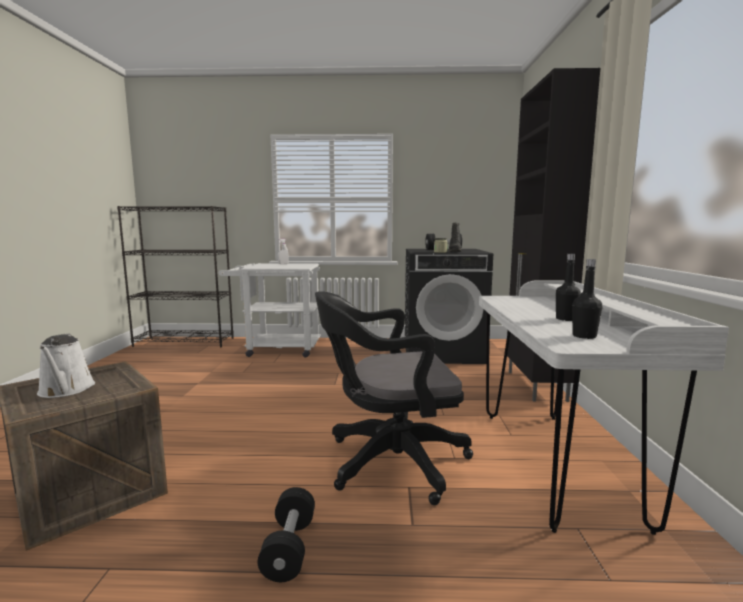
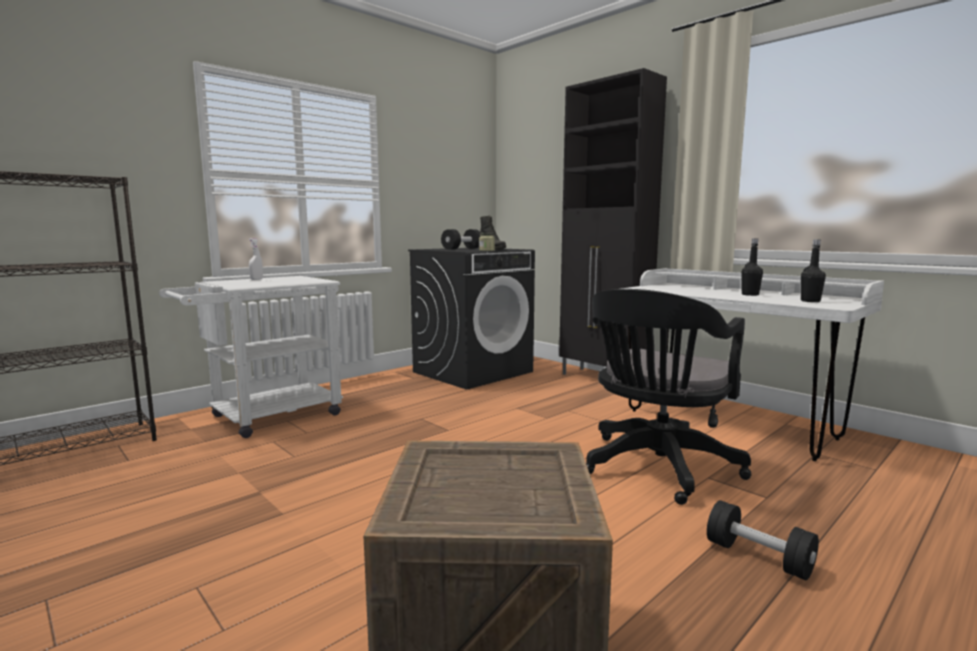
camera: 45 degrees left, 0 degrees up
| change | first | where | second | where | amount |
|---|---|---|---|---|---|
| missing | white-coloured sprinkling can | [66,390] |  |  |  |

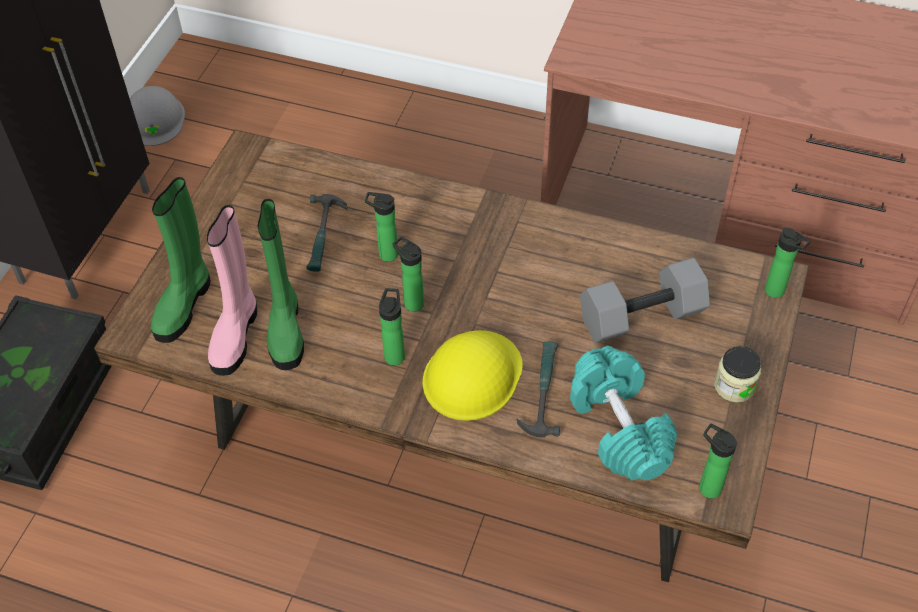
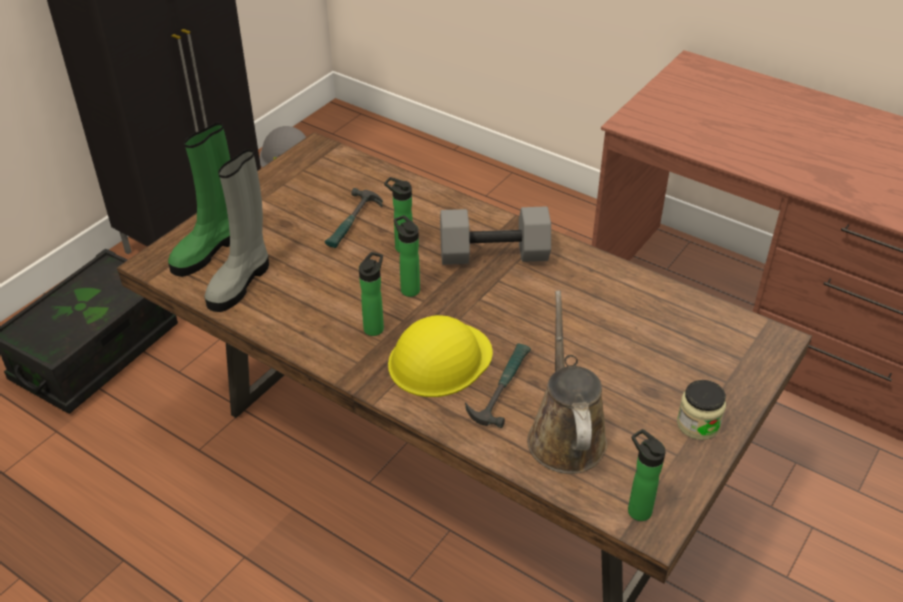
camera: 15 degrees right, 10 degrees down
| change | first | where | second | where | amount |
|---|---|---|---|---|---|
| colour | pink-coloured tall boot | [236,335] | gray tall boot | [240,282] |  |
| relocated | gray hand weight | [642,314] |  | [495,253] |  |
| exchanged | turquoise-coloured hand weight | [618,427] | brown-coloured sprinkling can | [565,434] |  |
| missing | green-coloured tall boot | [286,329] |  |  |  |
| missing | bottle | [777,292] |  |  |  |

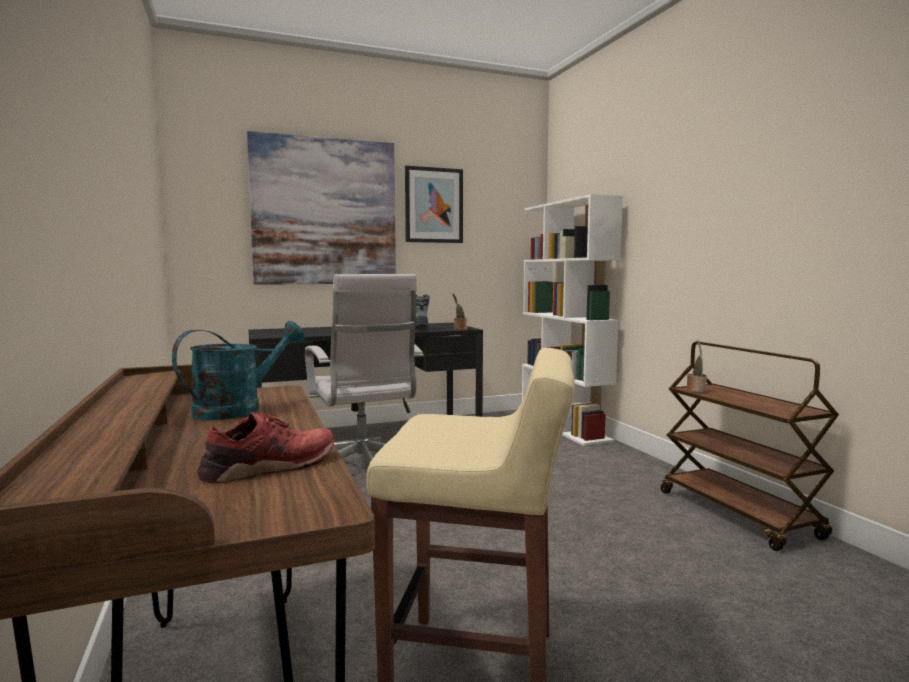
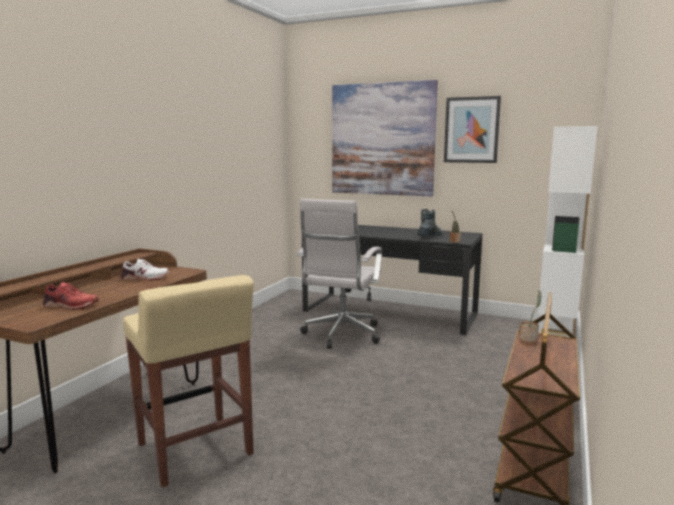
camera: 45 degrees right, 5 degrees up
| change | first | where | second | where | amount |
|---|---|---|---|---|---|
| exchanged | turquoise-coloured sprinkling can | [238,409] | white-coloured item of footwear | [144,278] |  |

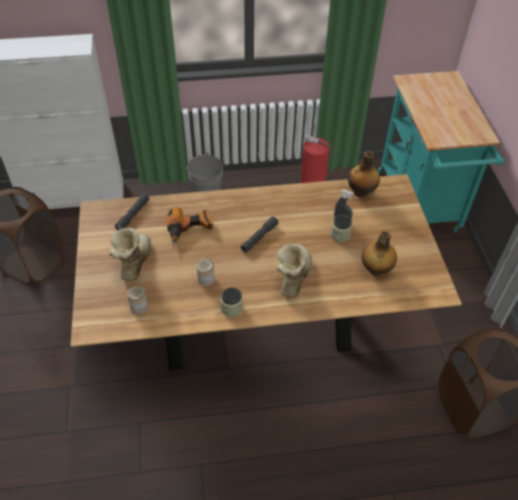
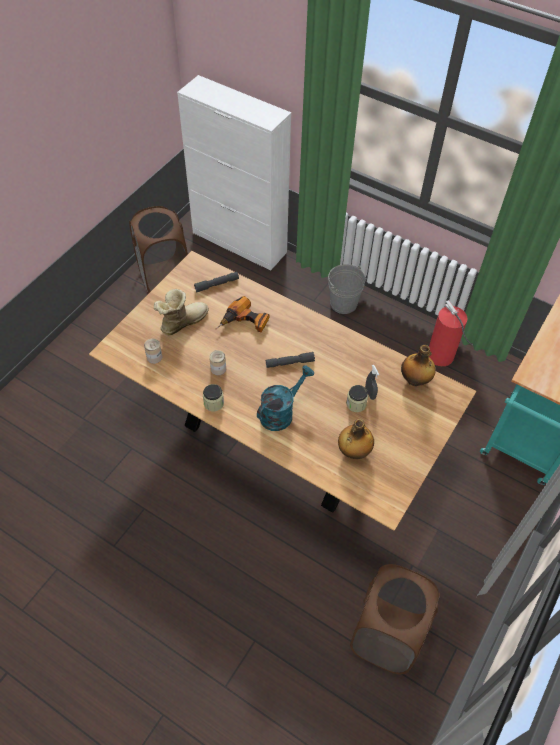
camera: 40 degrees right, 5 degrees up
| change | first | where | second | where | amount |
|---|---|---|---|---|---|
| exchanged | tall boot | [293,278] | turquoise-coloured sprinkling can | [281,412] |  |

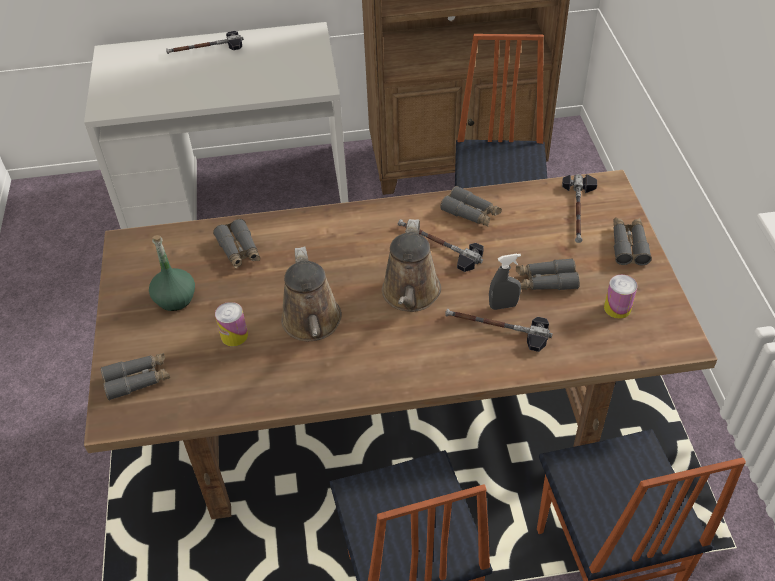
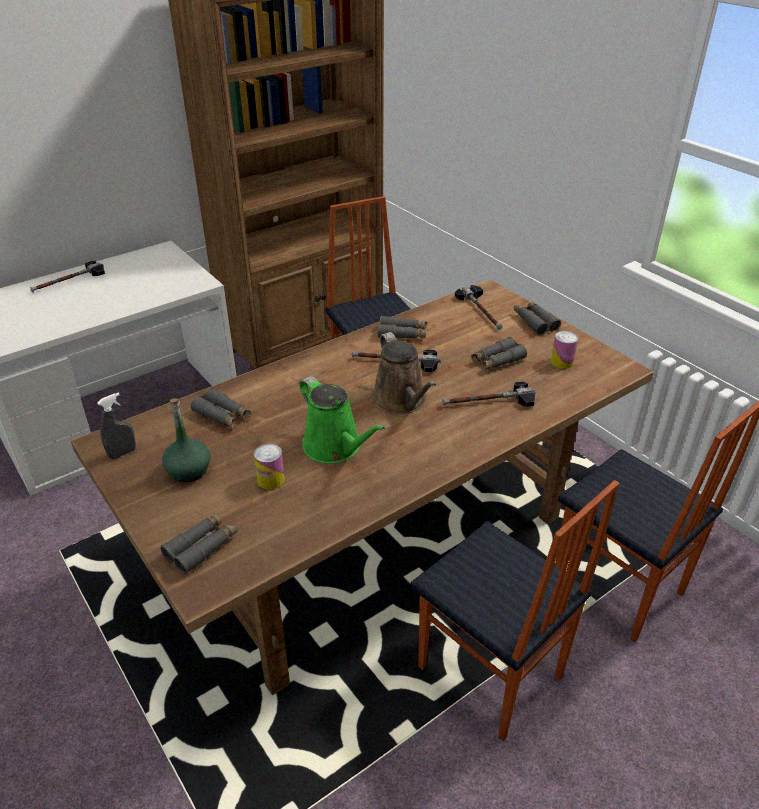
camera: 30 degrees left, 10 degrees down
| change | first | where | second | where | amount |
|---|---|---|---|---|---|
| relocated | gray hand sprayer | [503,305] |  | [122,453] |  |
| colour | brown-coloured sprinkling can | [312,323] | green-coloured sprinkling can | [335,447] |  |

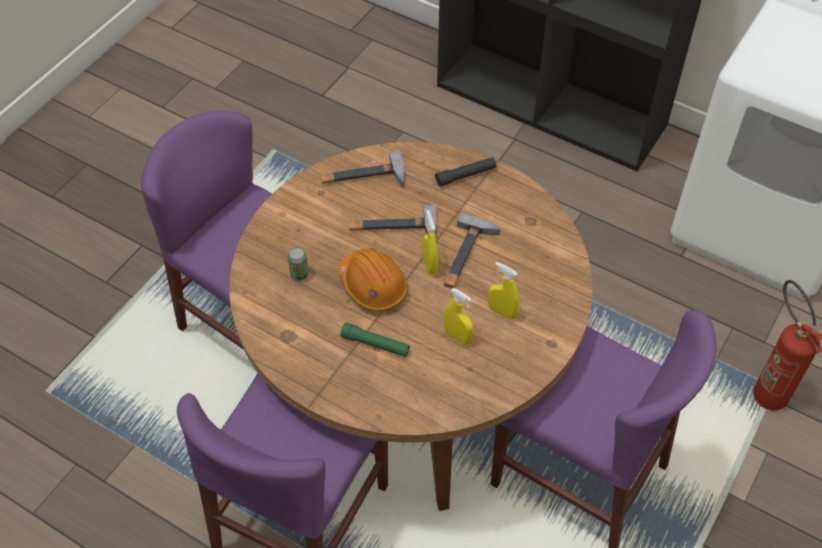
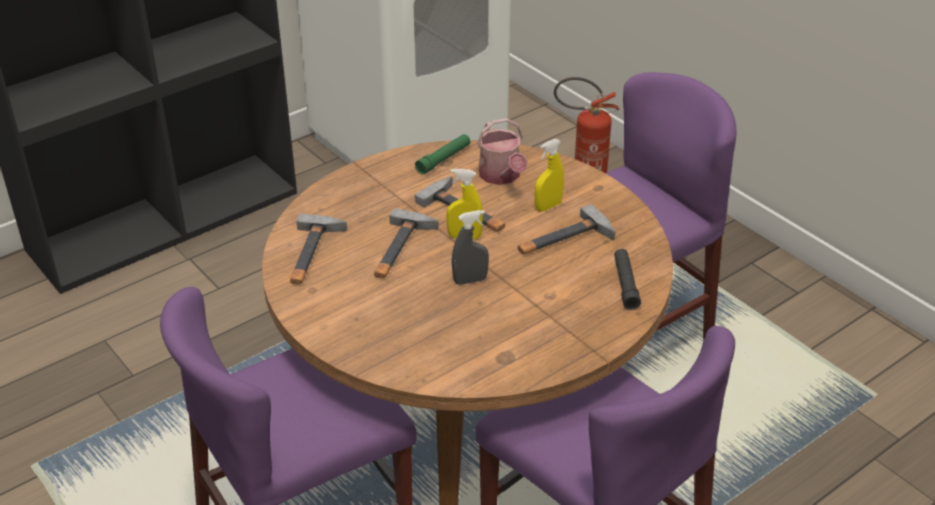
camera: 70 degrees left, 15 degrees down
| change | first | where | second | where | amount |
|---|---|---|---|---|---|
| relocated | green-coloured torch | [375,344] |  | [443,159] |  |
| exchanged | orange-coloured work helmet | [373,286] | gray hand sprayer | [470,280] |  |
| appeared |  |  | sprinkling can | [501,176] |  |
| exchanged | yellow-coloured hand sprayer | [457,337] | hand hammer | [564,240] |  |
| relocated | blackish torch | [466,175] |  | [625,284] |  |
| missing | metal can | [299,274] |  |  |  |

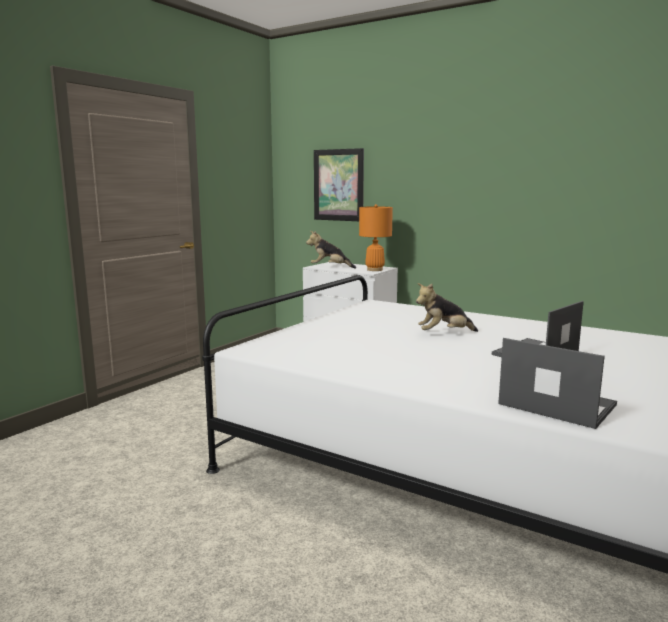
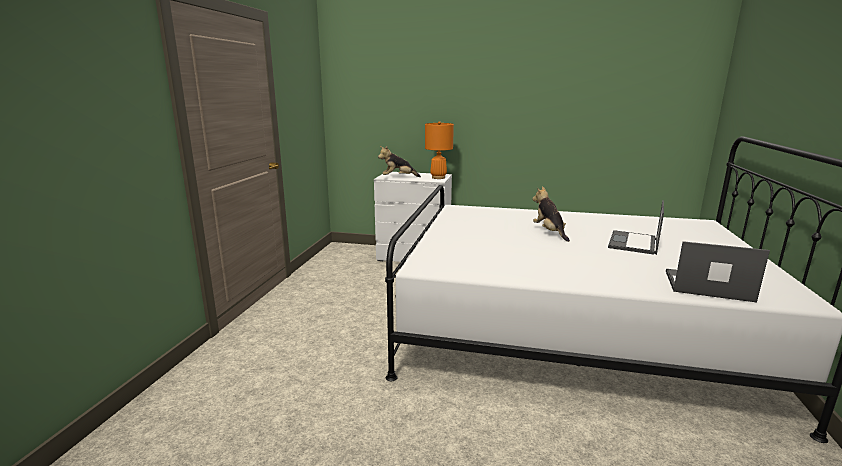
camera: 20 degrees left, 5 degrees up
| change | first | where | second | where | amount |
|---|---|---|---|---|---|
| spun | plush toy | [444,334] |  | [549,232] | 105 degrees clockwise |
| missing | wall art | [338,185] |  |  |  |

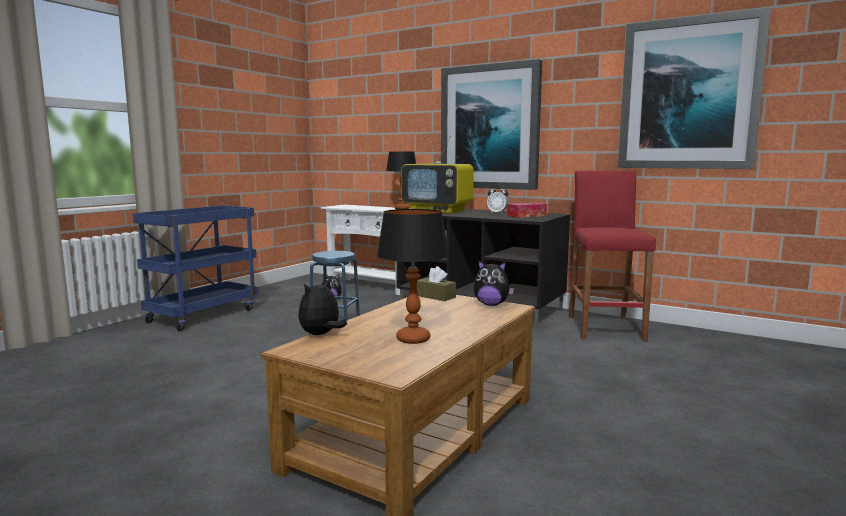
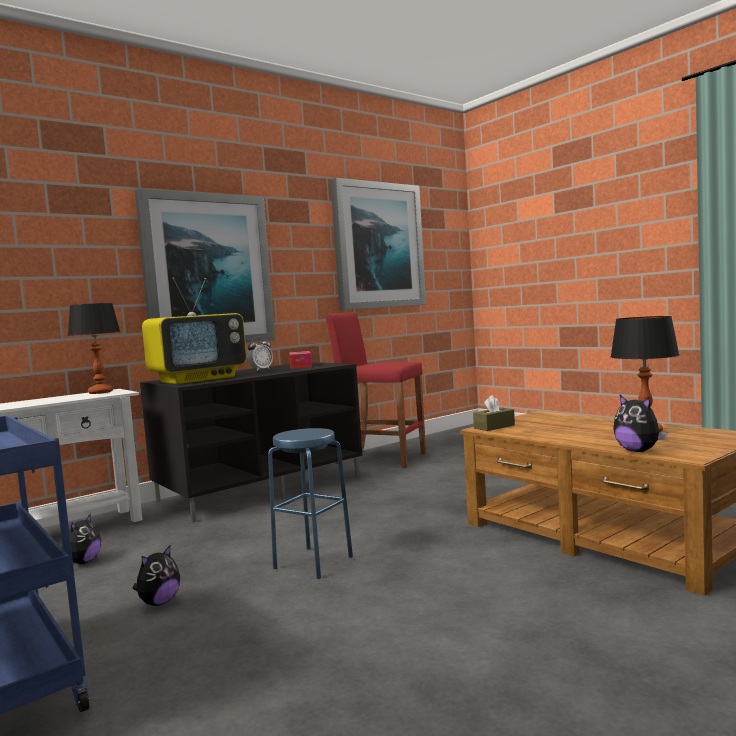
camera: 70 degrees left, 5 degrees down
| change | first | where | second | where | amount |
|---|---|---|---|---|---|
| relocated | plush toy | [491,304] |  | [159,602] |  |

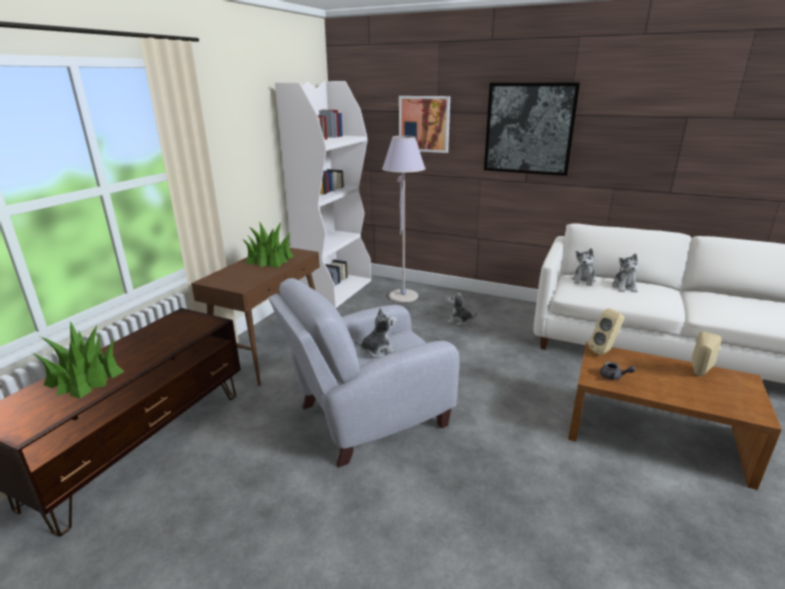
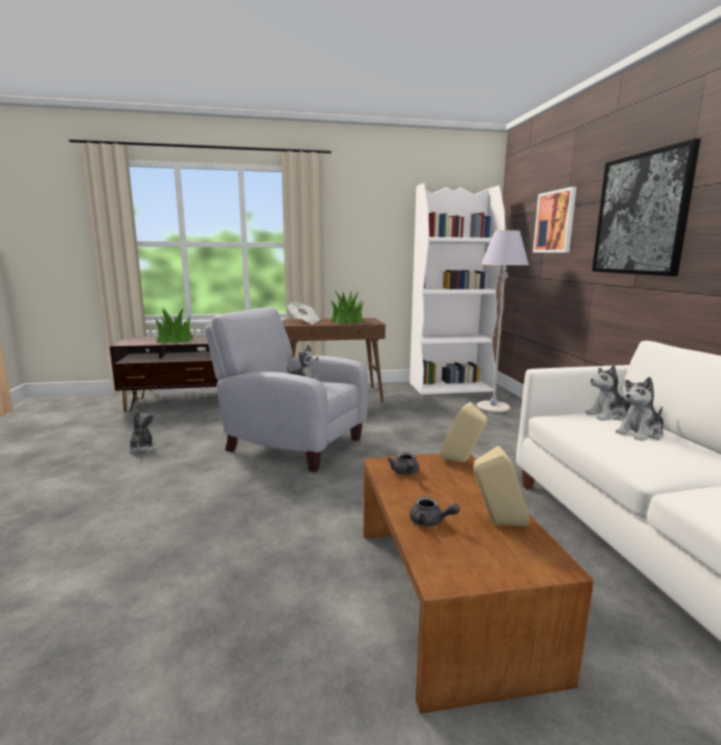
camera: 55 degrees right, 10 degrees down
| change | first | where | second | where | amount |
|---|---|---|---|---|---|
| relocated | plush toy | [459,321] |  | [142,448] |  |
| appeared |  |  | newspaper | [304,322] |  |
| appeared |  |  | gray pot for tea | [430,522] |  |

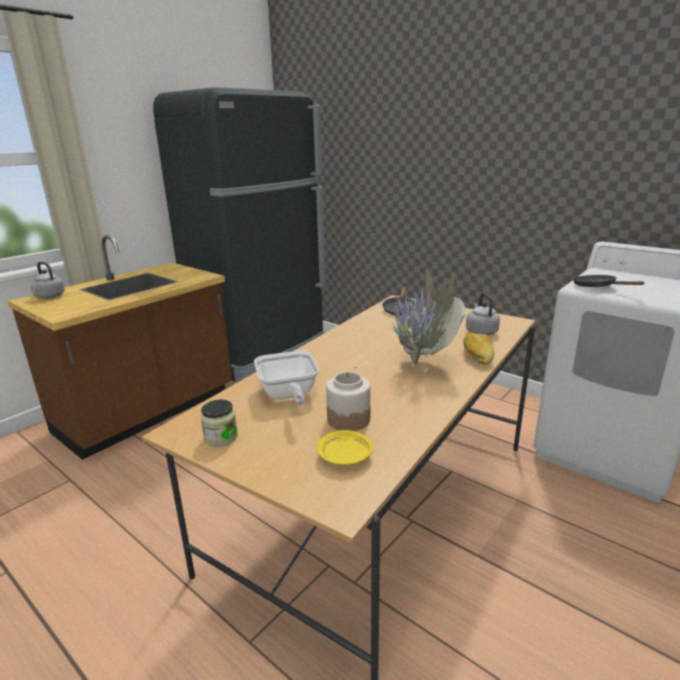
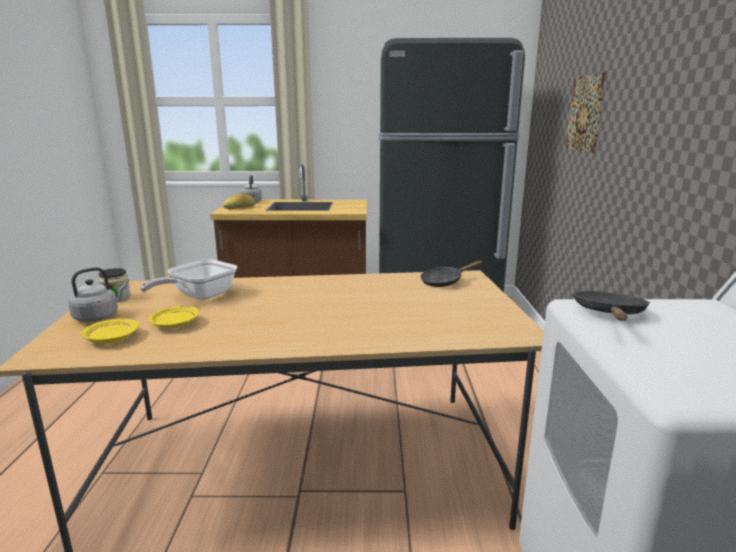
camera: 50 degrees right, 5 degrees down
| change | first | where | second | where | amount |
|---|---|---|---|---|---|
| relocated | gray kettle | [480,331] |  | [98,317] |  |
| exchanged | storage jar | [348,419] | yellow-coloured flat dish | [175,324] |  |
| relocated | bread | [477,356] |  | [240,208] |  |
| appeared |  |  | wall art | [584,113] |  |
| missing | potted plant | [421,367] |  |  |  |

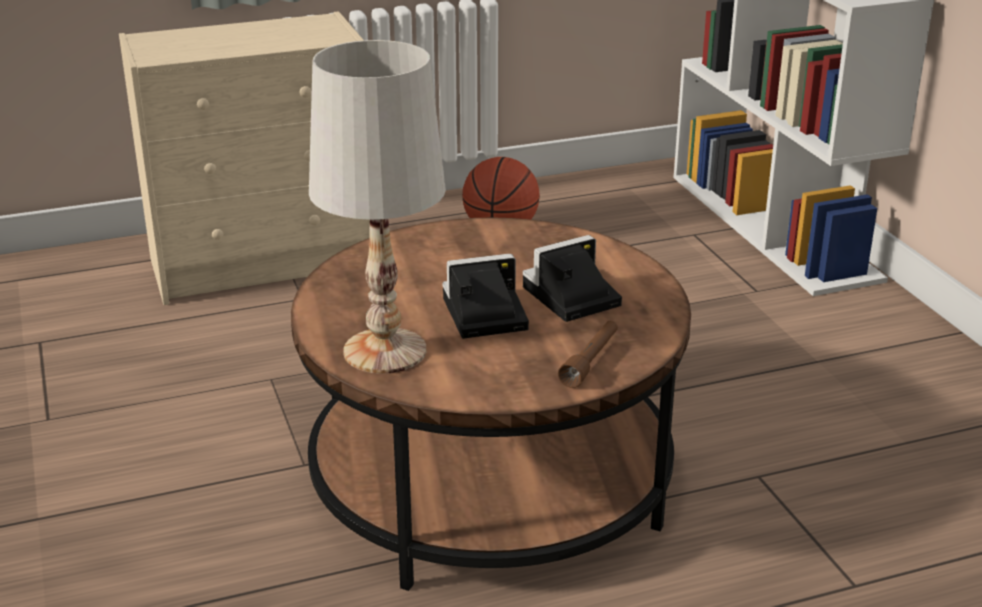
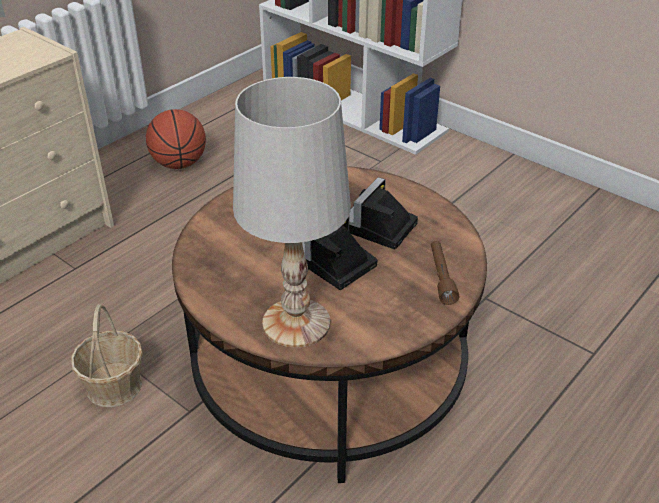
camera: 30 degrees left, 10 degrees up
| change | first | where | second | where | amount |
|---|---|---|---|---|---|
| appeared |  |  | storage basket | [114,385] |  |

